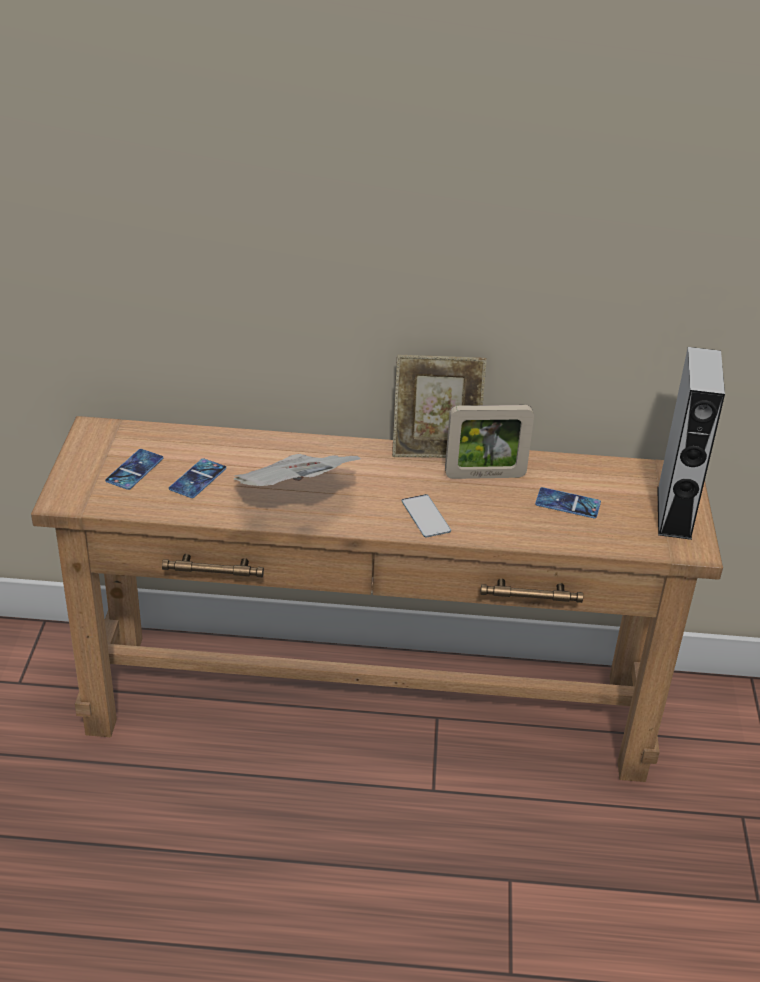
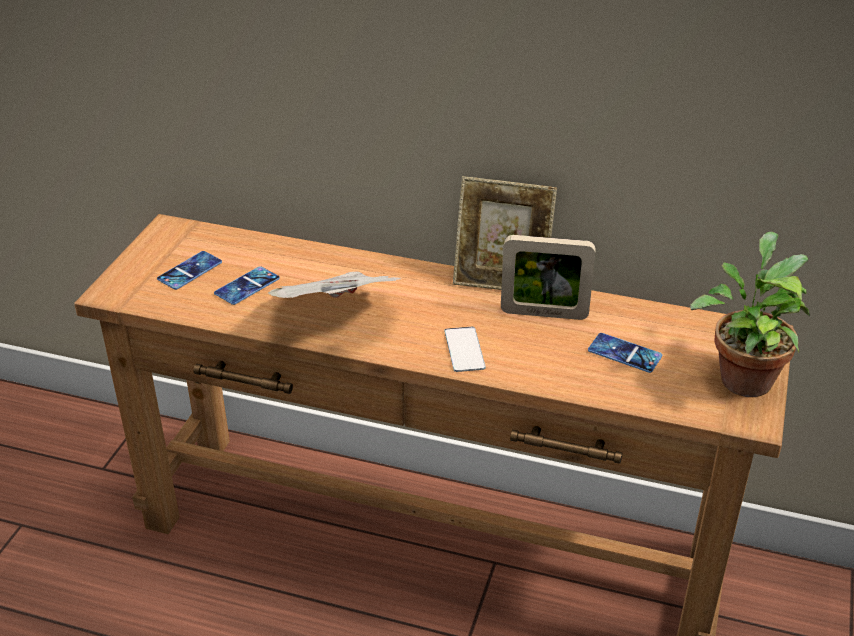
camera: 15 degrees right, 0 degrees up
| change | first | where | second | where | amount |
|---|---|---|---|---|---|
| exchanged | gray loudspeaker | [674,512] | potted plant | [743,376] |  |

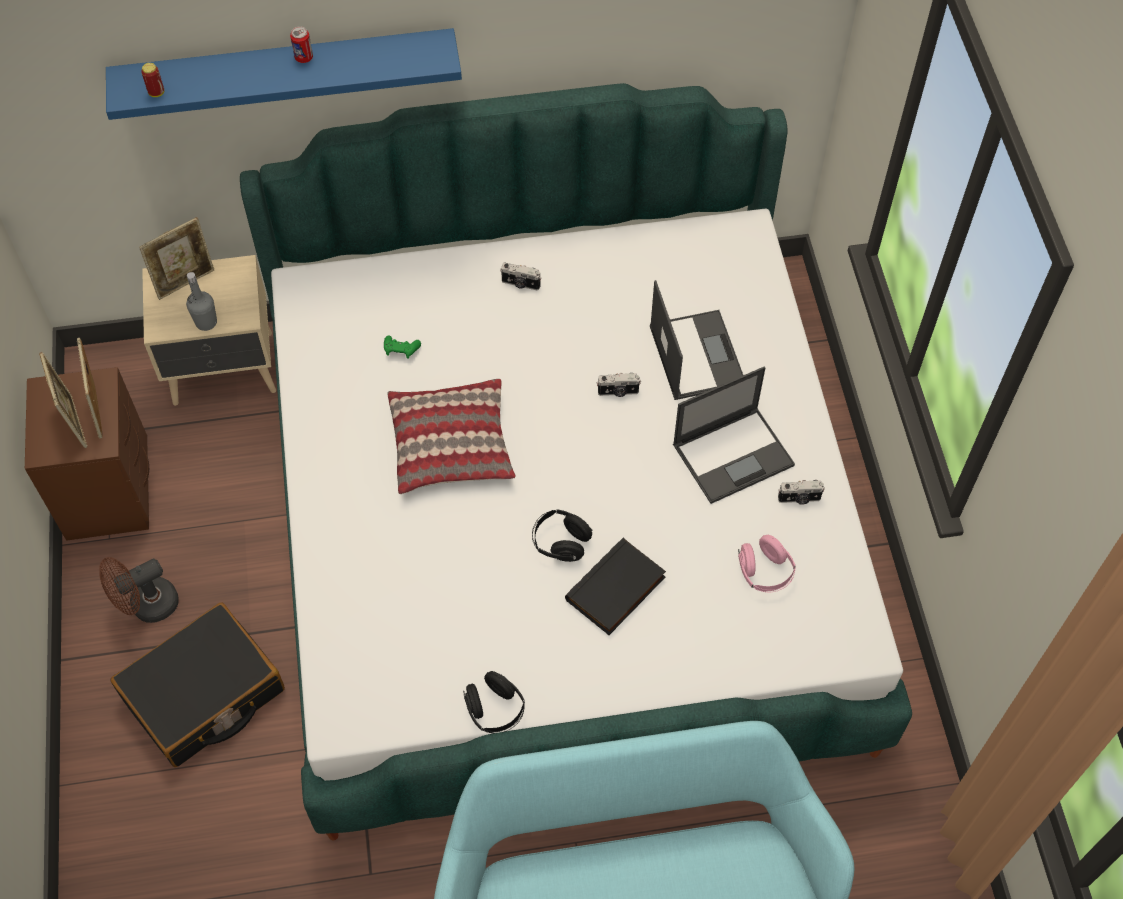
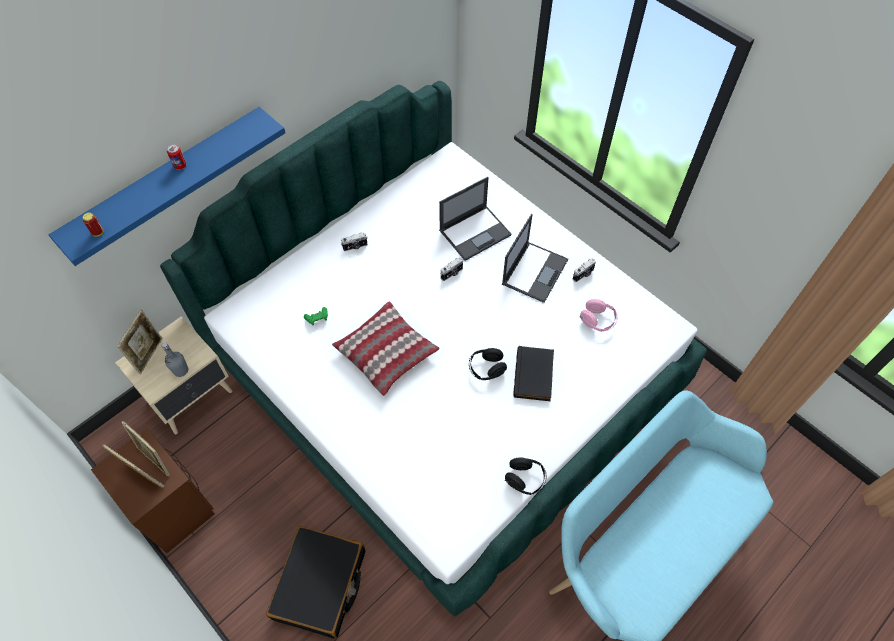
camera: 35 degrees left, 0 degrees up
| change | first | where | second | where | amount |
|---|---|---|---|---|---|
| spun | portable computer | [696,354] |  | [475,232] | 105 degrees clockwise |
| missing | brown-coloured fan | [147,606] |  |  |  |

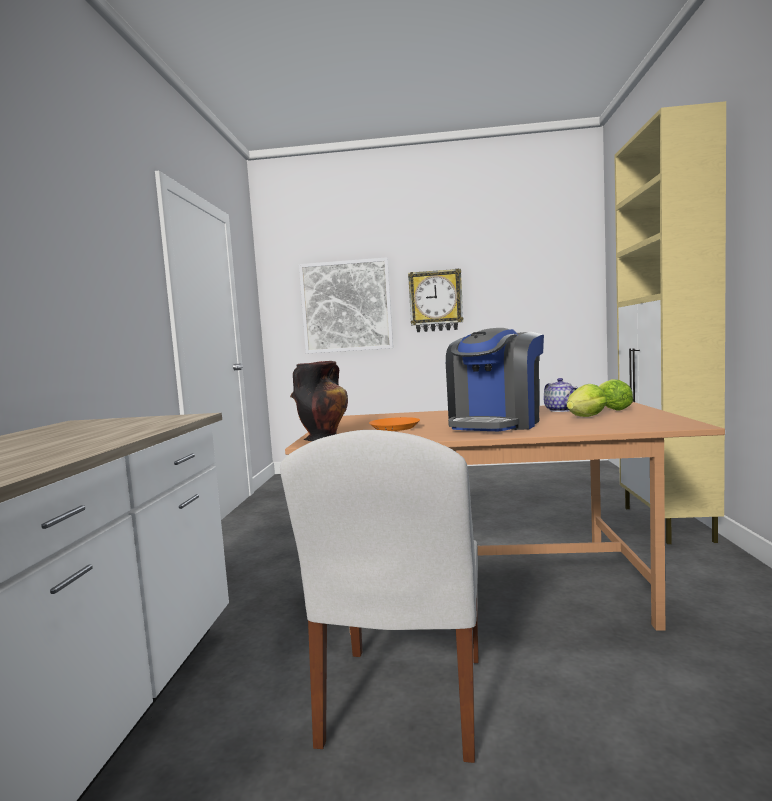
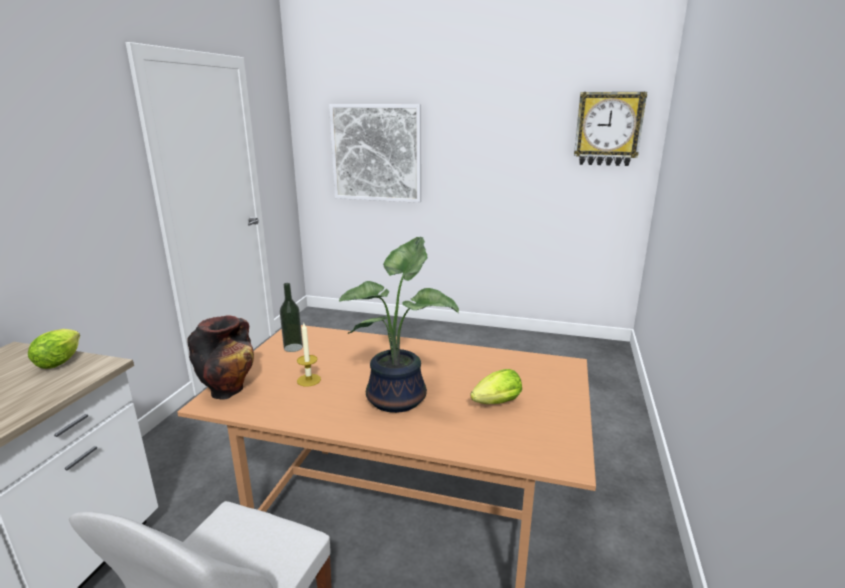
camera: 10 degrees right, 15 degrees up
| change | first | where | second | where | amount |
|---|---|---|---|---|---|
| relocated | lettuce head | [610,409] |  | [62,360] |  |
| appeared |  |  | bottle | [293,347] |  |
| exchanged | orange-coloured flat dish | [395,428] | candle | [309,380] |  |
| exchanged | coffee machine | [495,424] | potted plant | [400,397] |  |
| relocated | wall clock | [435,301] |  | [608,129] |  |
| missing | pot for tea | [561,410] |  |  |  |
| missing | beige-coloured storage cabinet | [667,524] |  |  |  |

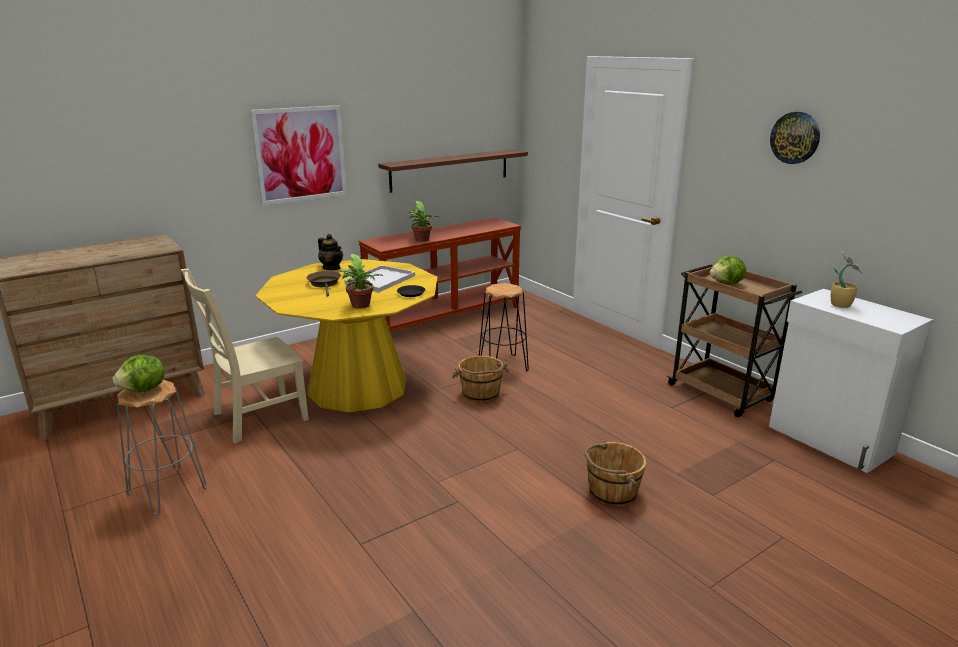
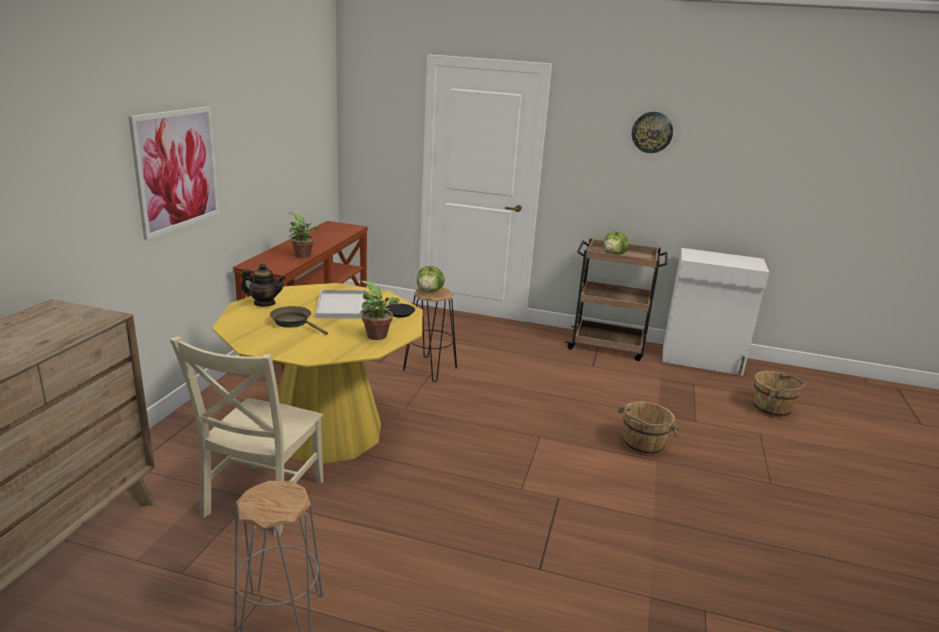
camera: 40 degrees left, 0 degrees up
| change | first | where | second | where | amount |
|---|---|---|---|---|---|
| relocated | lettuce head | [144,390] |  | [429,291] |  |
| relocated | brown-coloured water bucket | [481,394] |  | [772,409] |  |
| missing | brown-coloured shelf | [450,170] |  |  |  |
| missing | potted plant | [840,304] |  |  |  |

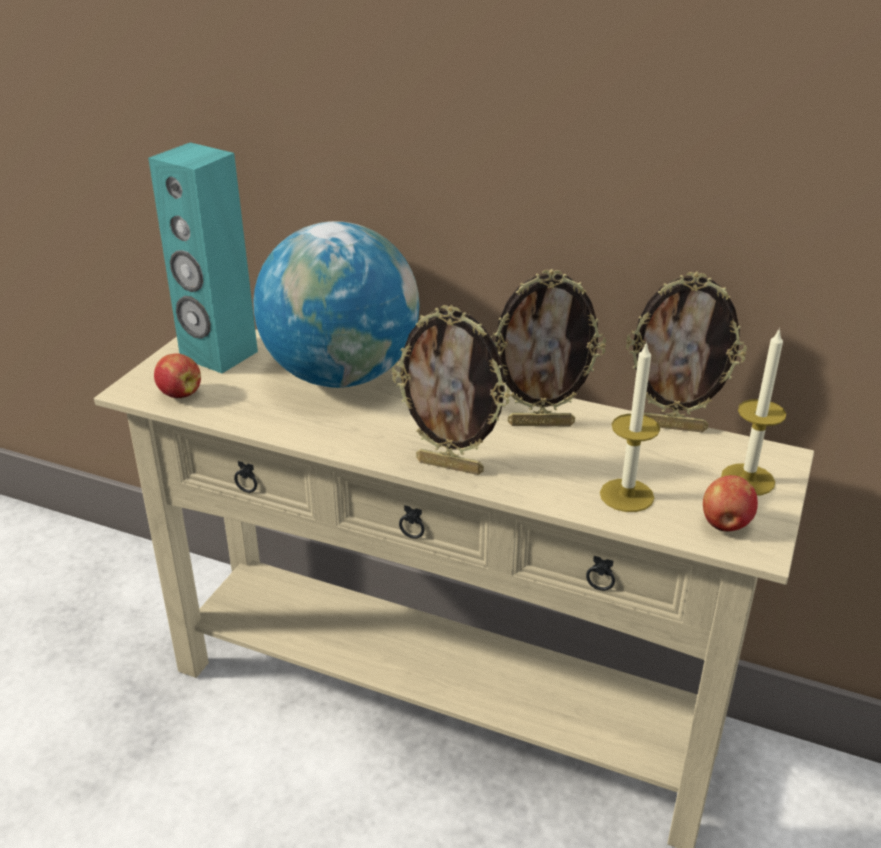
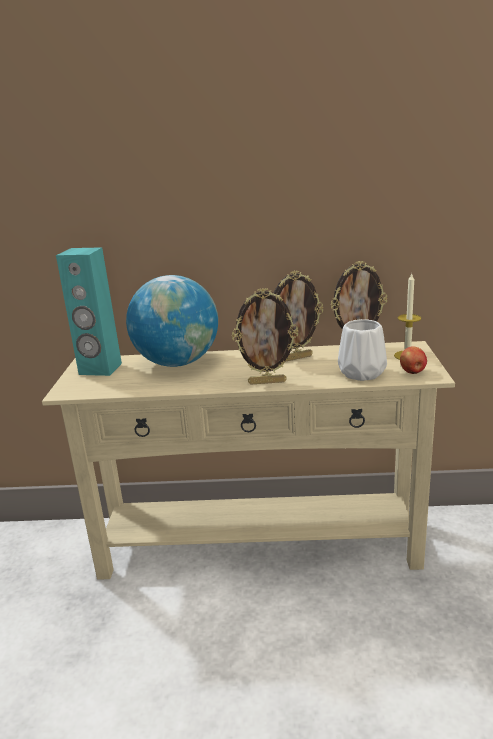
camera: 20 degrees left, 10 degrees down
| change | first | where | second | where | amount |
|---|---|---|---|---|---|
| exchanged | candle | [626,495] | white-coloured decorative vase | [360,373] |  |
| missing | apple | [179,394] |  |  |  |

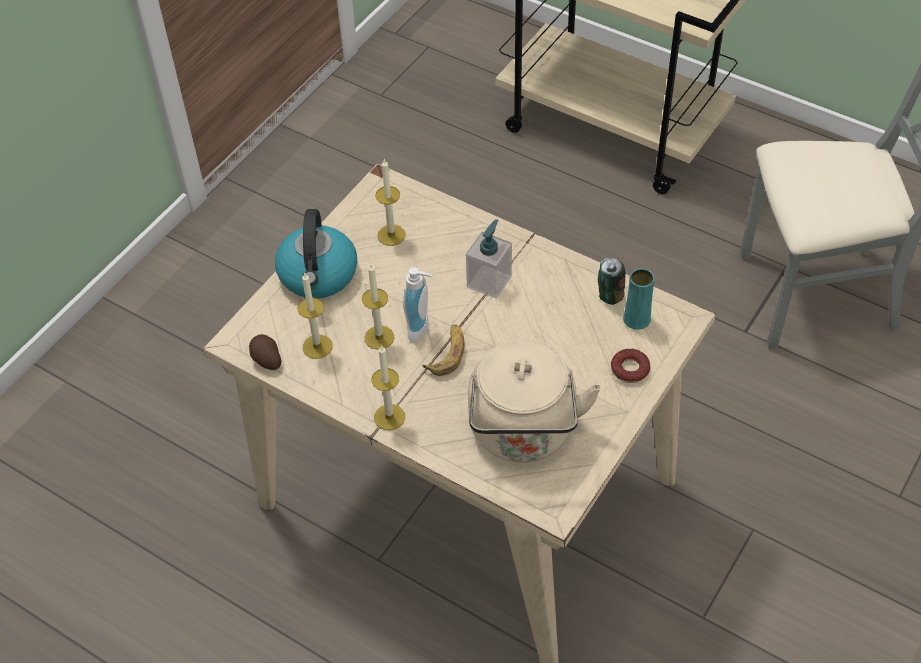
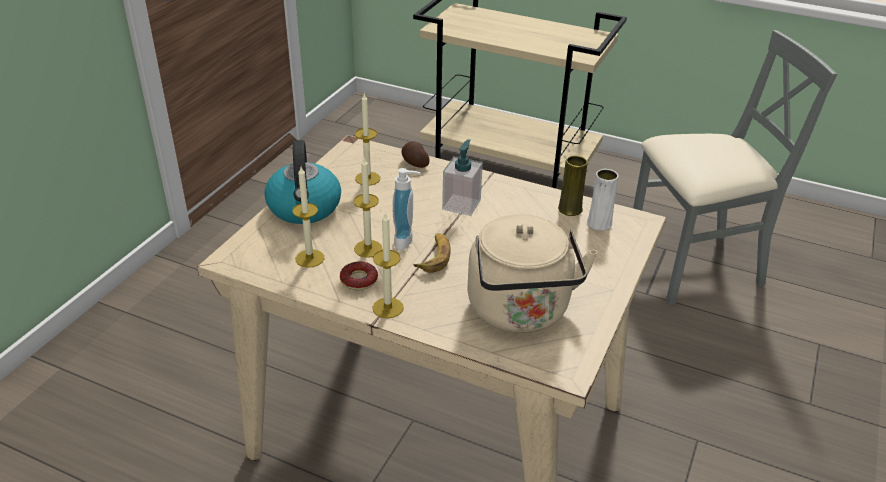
camera: 10 degrees left, 15 degrees down
| change | first | where | second | where | amount |
|---|---|---|---|---|---|
| relocated | ring doughnut | [630,369] |  | [359,280] |  |
| relocated | whole potato | [266,359] |  | [414,163] |  |
| exchanged | metal can | [609,296] | yellow-coloured decorative vase | [570,209] |  |
| colour | turquoise-coloured decorative vase | [636,319] | white-coloured decorative vase | [599,223] |  |

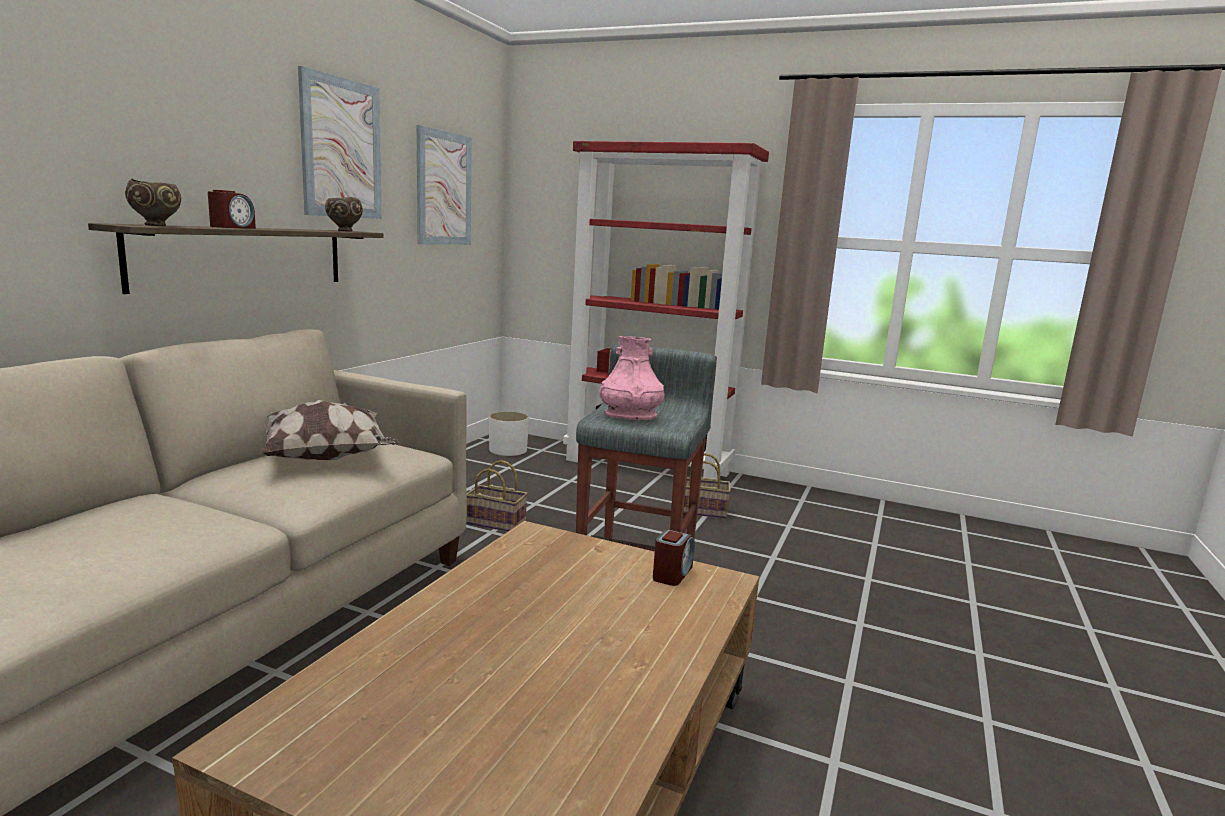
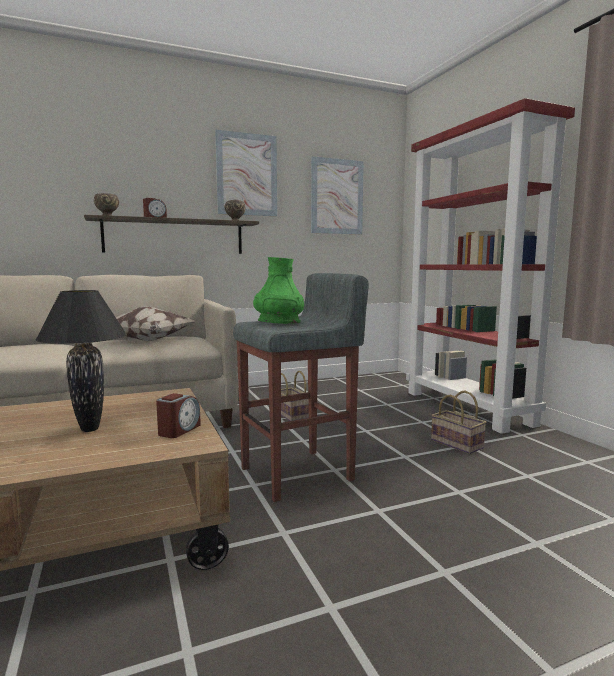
camera: 45 degrees right, 5 degrees down
| change | first | where | second | where | amount |
|---|---|---|---|---|---|
| appeared |  |  | blackish table lamp | [91,429] |  |
| spun | bedside clock | [672,573] |  | [179,430] | 45 degrees counterclockwise |
| colour | pink-coloured decorative vase | [630,416] | green-coloured decorative vase | [279,322] |  |
| missing | white-coloured flower pot | [508,450] |  |  |  |

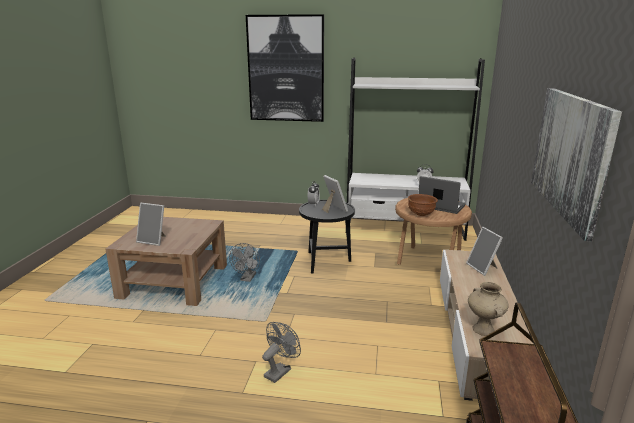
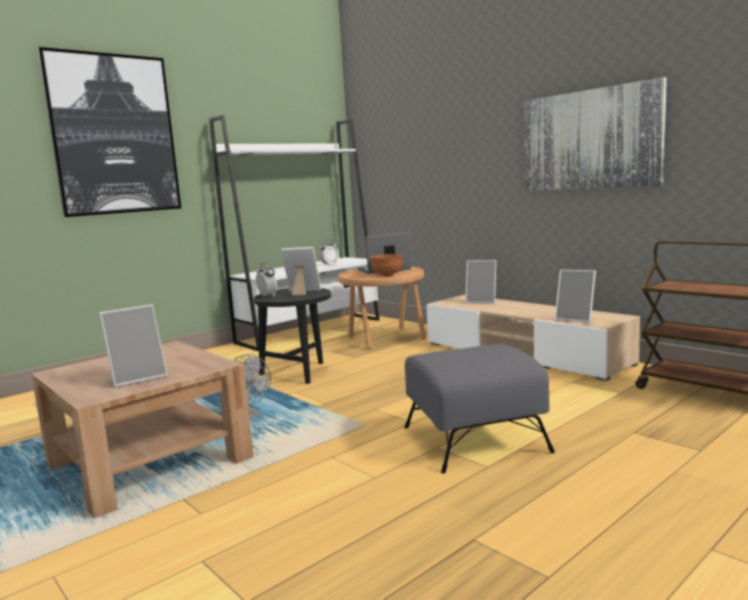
camera: 50 degrees left, 10 degrees down
| change | first | where | second | where | amount |
|---|---|---|---|---|---|
| exchanged | gray fan | [280,371] | gray footrest | [473,438] |  |
| exchanged | beige-coloured decorative vase | [484,330] | picture frame | [576,319] |  |

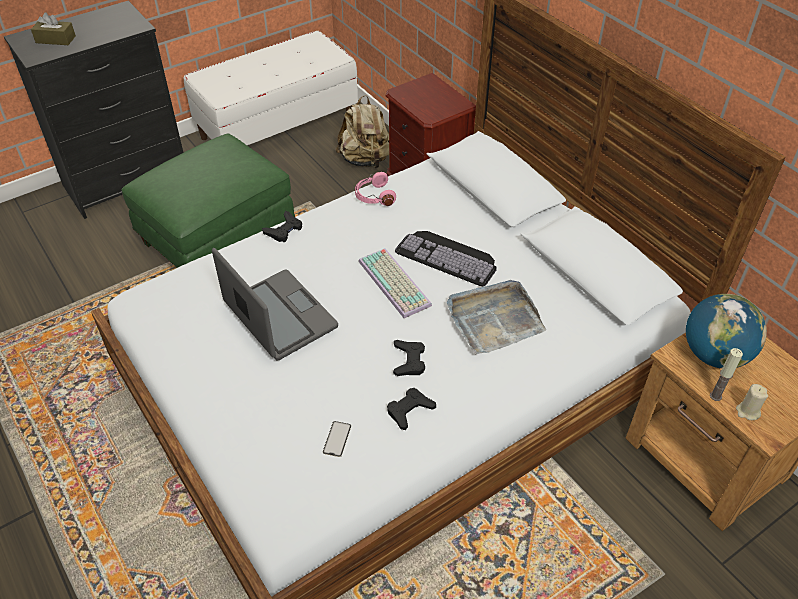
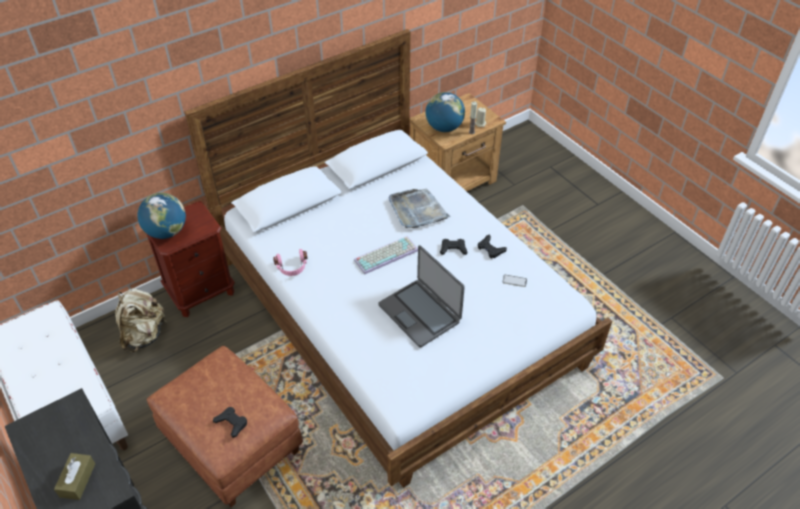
camera: 90 degrees left, 0 degrees up
| change | first | where | second | where | amount |
|---|---|---|---|---|---|
| appeared |  |  | globe | [166,232] |  |
| colour | green-coloured footrest | [218,236] | brown-coloured footrest | [230,443] |  |
| relocated | blackish joypad | [284,230] |  | [231,423] |  |
| spun | portable computer | [279,316] |  | [420,313] | 90 degrees counterclockwise |
| missing | PC keyboard | [449,256] |  |  |  |

